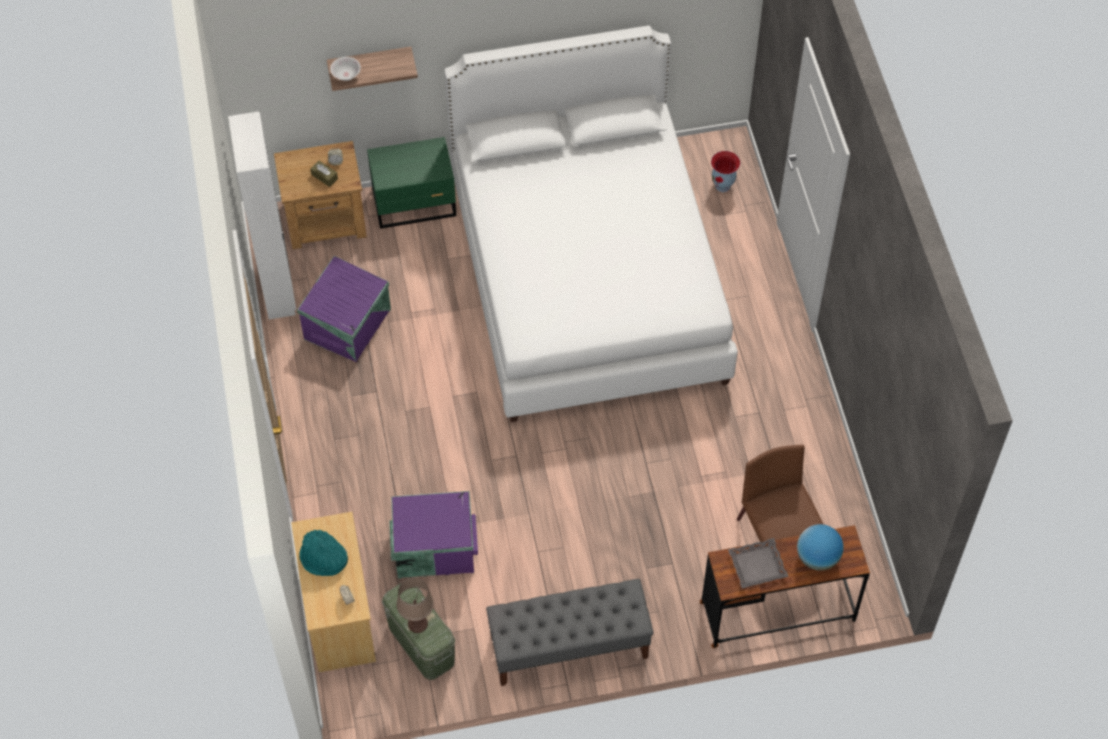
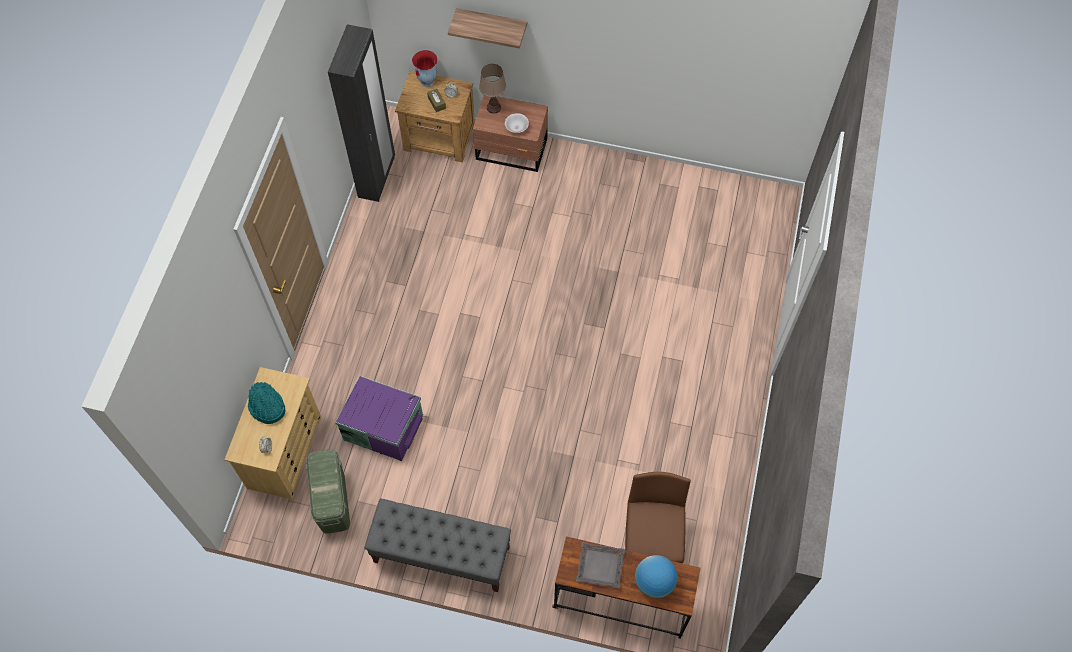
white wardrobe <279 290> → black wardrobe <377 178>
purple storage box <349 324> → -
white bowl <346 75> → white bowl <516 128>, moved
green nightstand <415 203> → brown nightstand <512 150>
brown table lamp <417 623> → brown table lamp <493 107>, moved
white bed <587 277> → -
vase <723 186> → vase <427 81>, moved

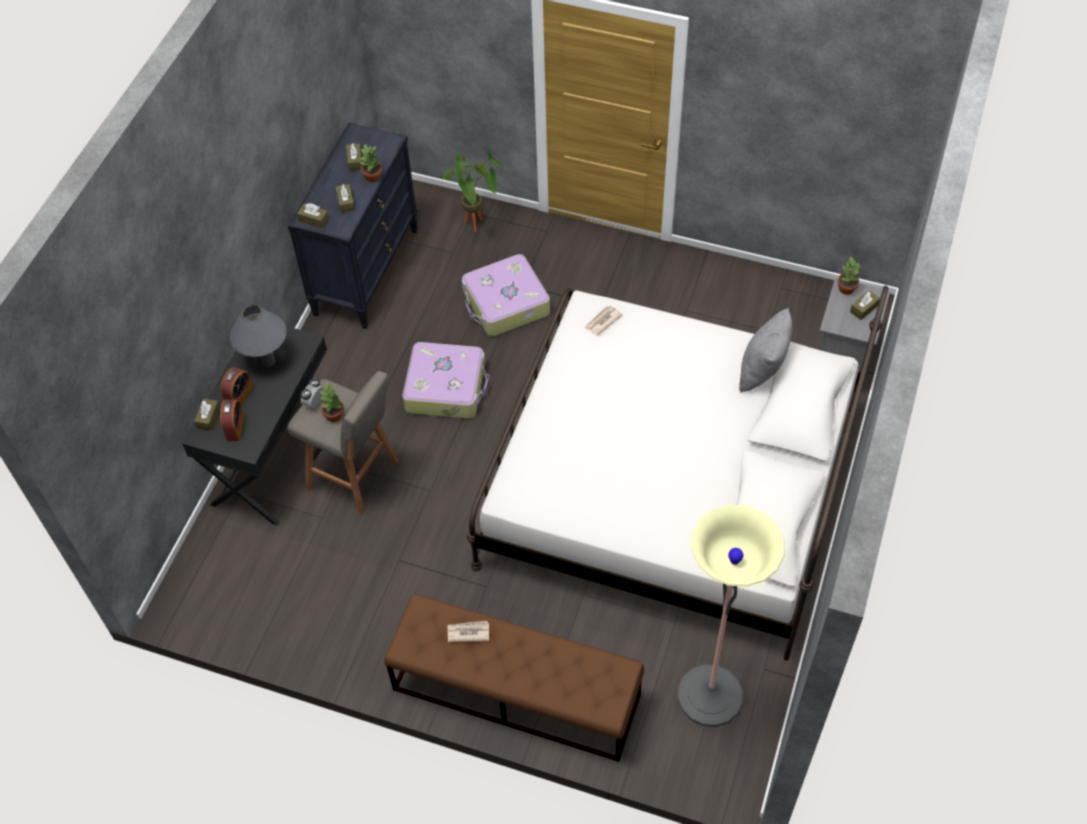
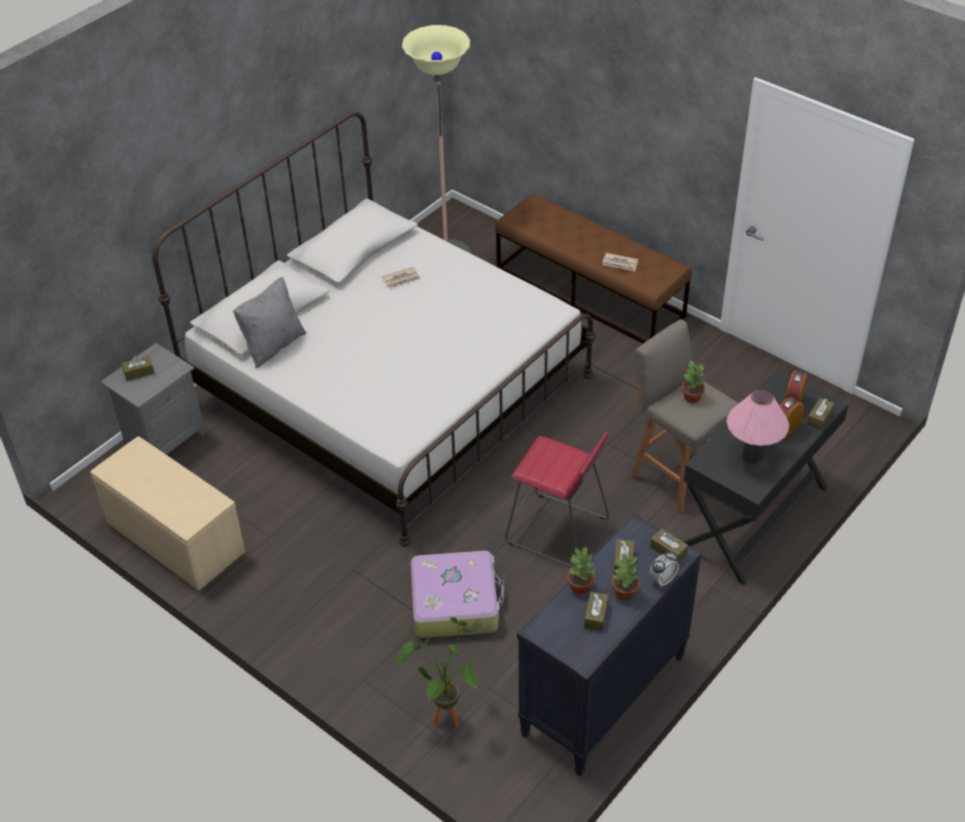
grey table lamp <266 360> → pink table lamp <752 456>
alarm clock <314 403> → alarm clock <662 579>, moved
suitcase <446 387> → red stool <557 531>
newspaper <602 321> → newspaper <401 279>, moved
potted plant <846 288> → potted plant <625 593>, moved
- → beige bench <173 537>

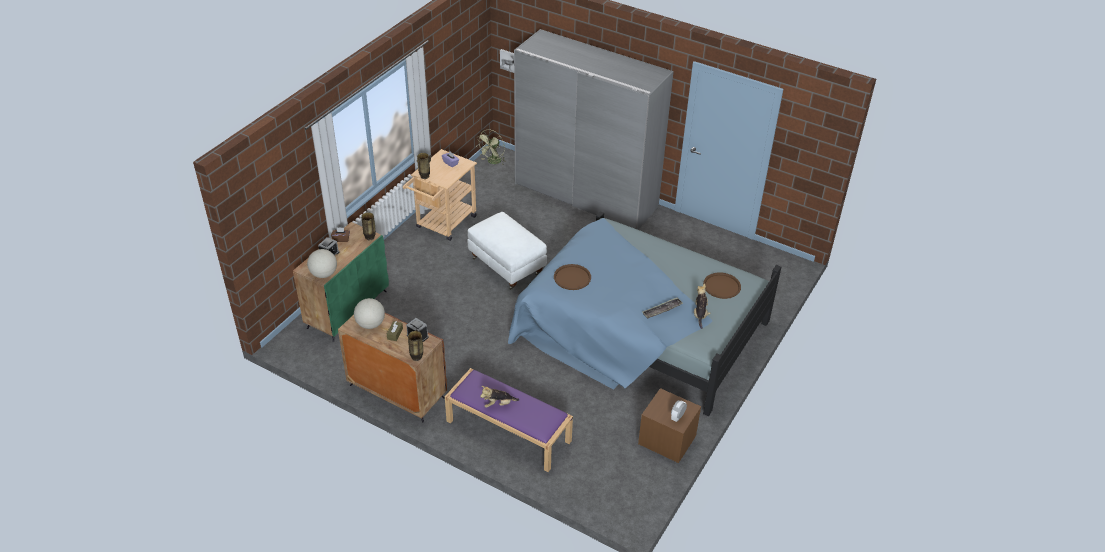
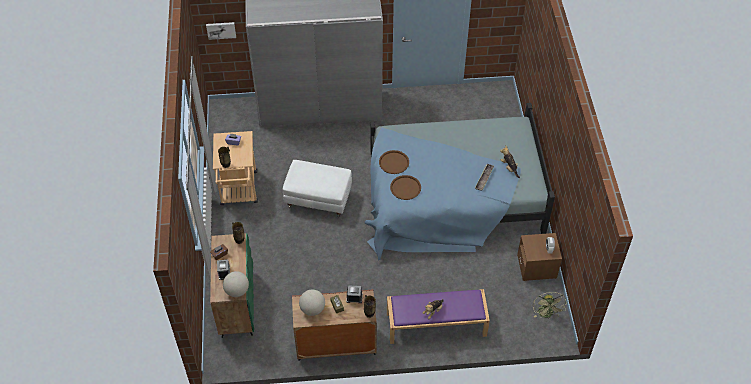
green fan <493 162> → green fan <546 314>, moved
brown tray <721 286> → brown tray <394 162>, moved

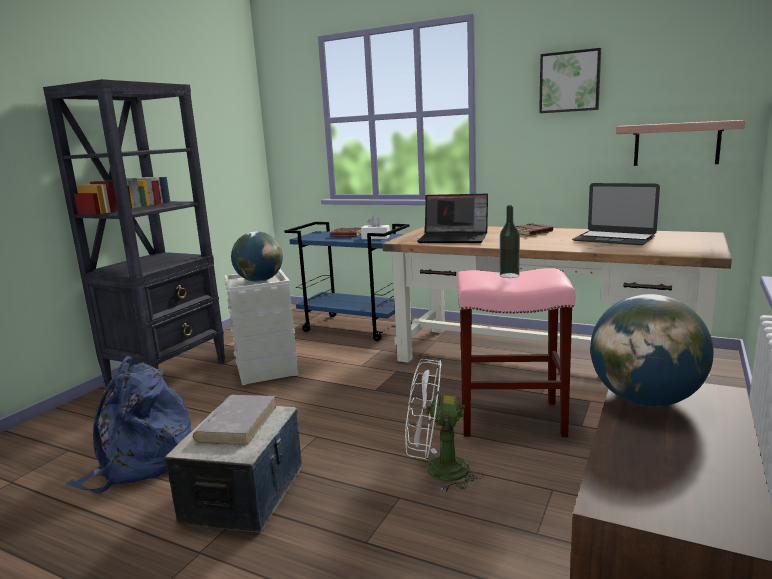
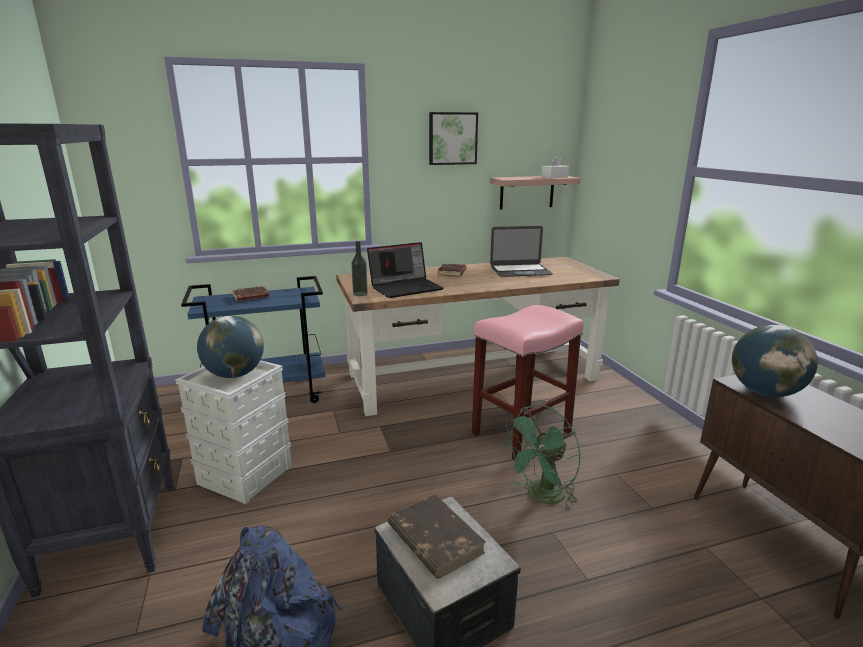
grey book <237 423> → brown book <434 538>
white tissue box <375 237> → white tissue box <554 177>, moved
white fan <437 470> → green fan <541 497>
bottle <509 275> → bottle <360 294>, moved

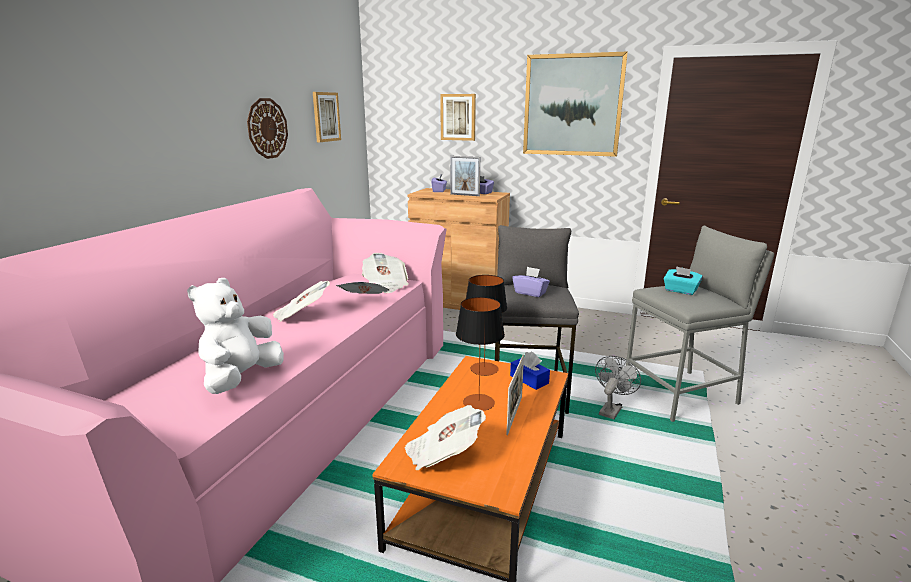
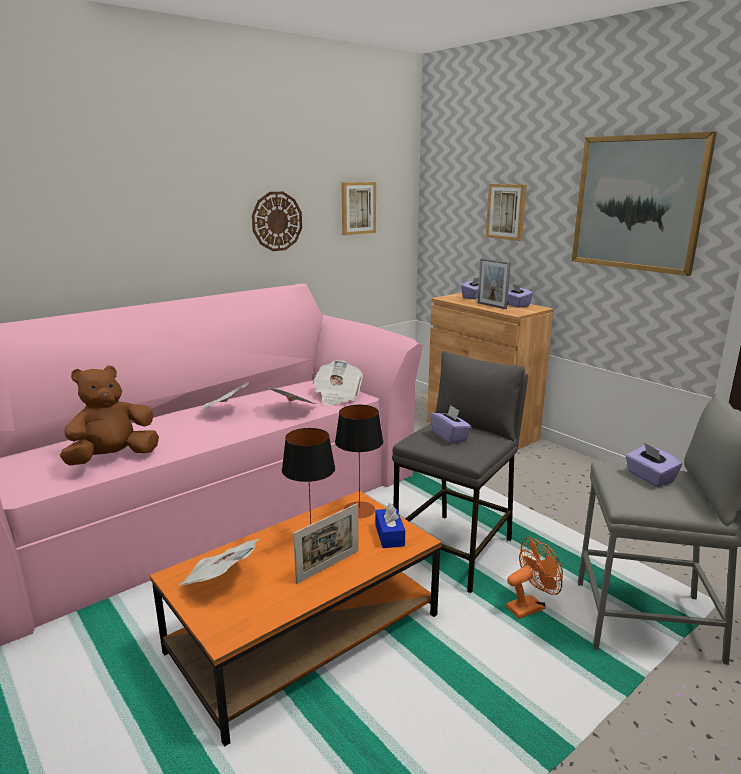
white plush toy <241 379> → brown plush toy <113 458>
grey fan <611 409> → orange fan <530 606>
turquoise tissue box <680 291> → purple tissue box <649 477>

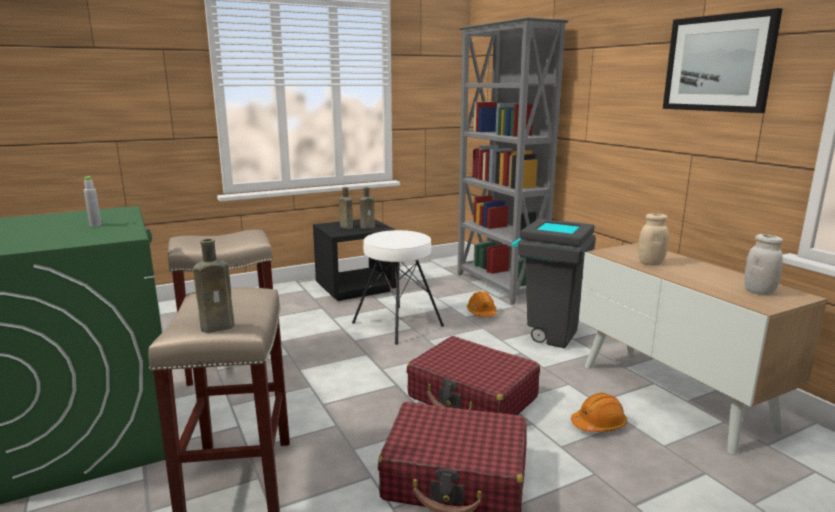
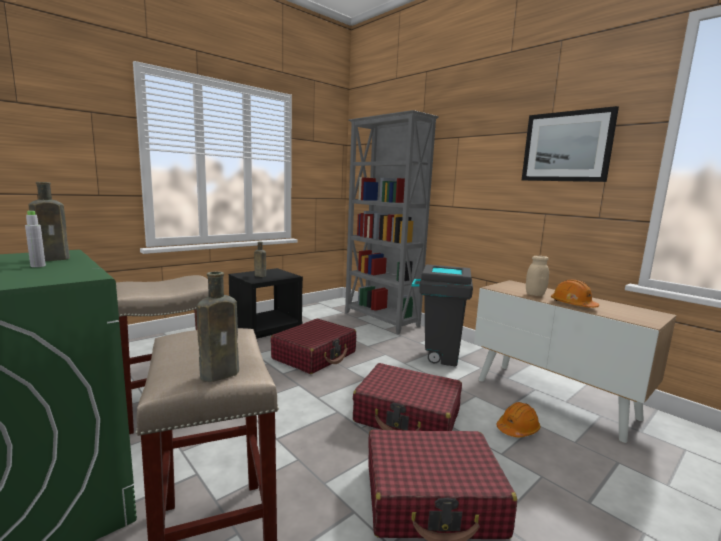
white stool <398 324> → red suitcase <315 355>
brown bottle <368 227> → brown bottle <55 259>, moved
orange hard hat <481 312> → orange hard hat <572 305>, moved
white jar <759 292> → -

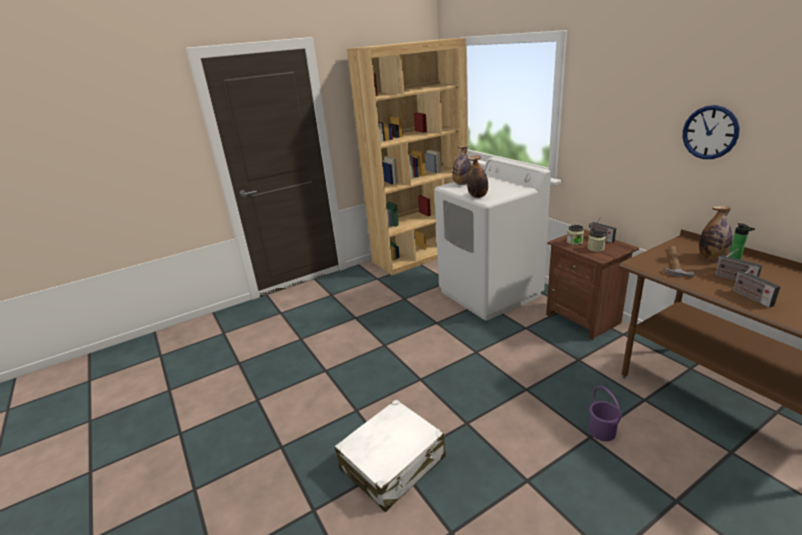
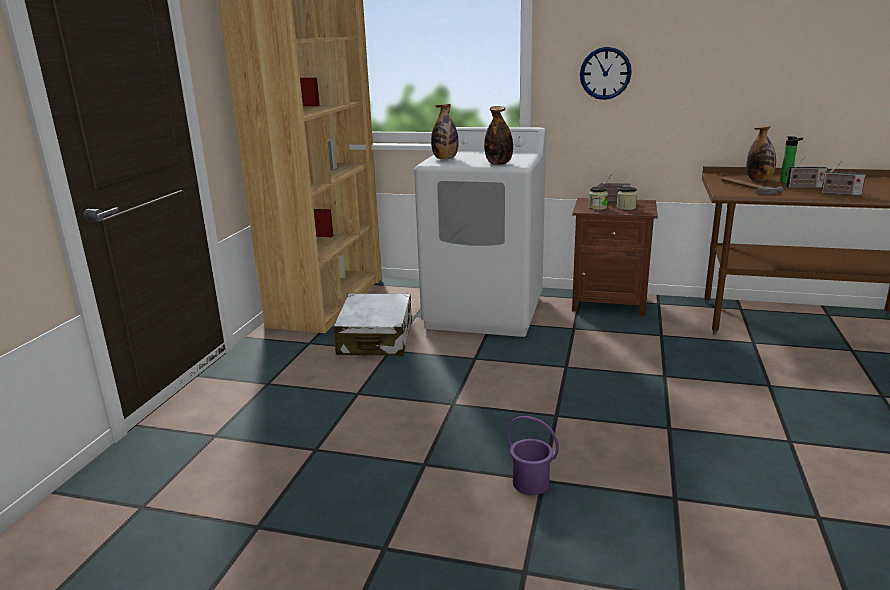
white suitcase <393 463> → white suitcase <376 338>, moved
purple bucket <602 431> → purple bucket <530 483>, moved
wall clock <710 132> → wall clock <605 73>, moved

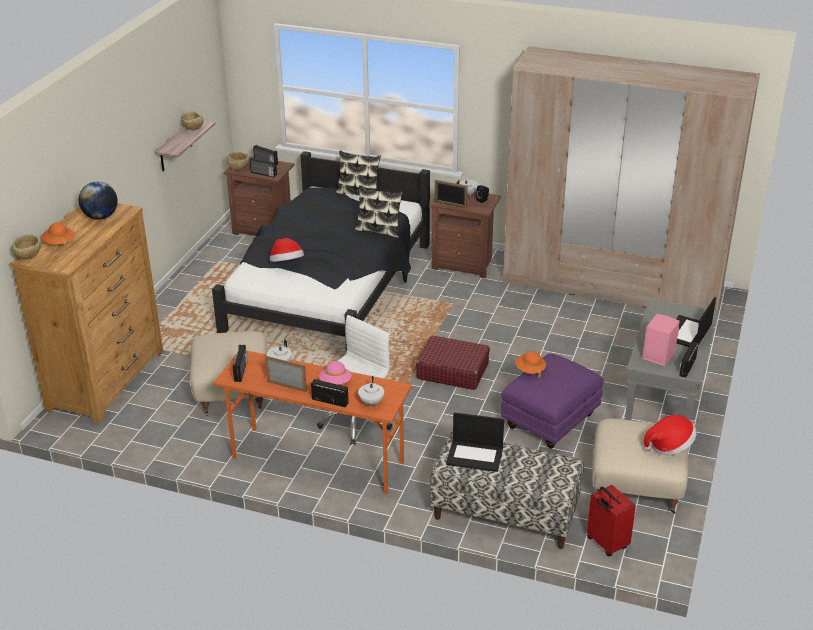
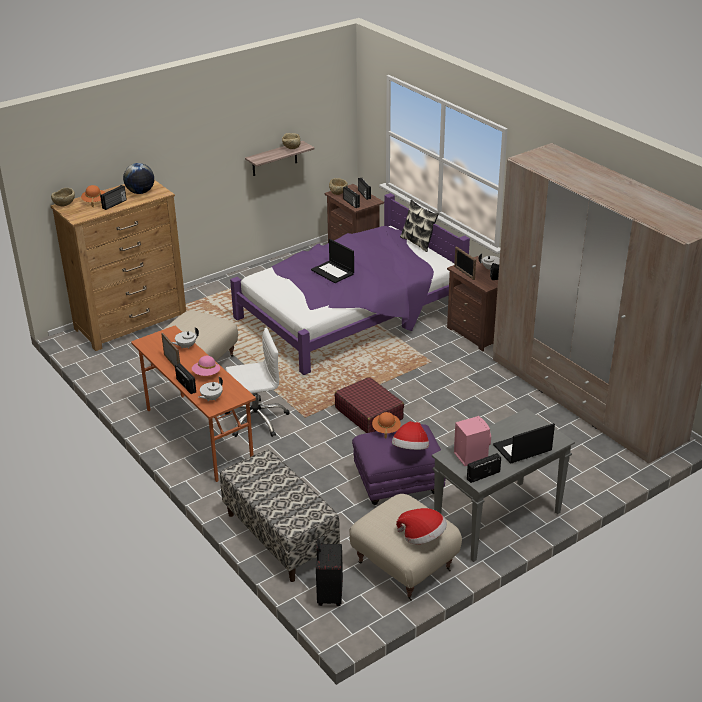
black bed <328 289> → purple bed <349 315>
radio <241 371> → radio <114 204>, moved
hat <287 264> → hat <410 450>, moved
pillow <378 230> → -
laptop <475 455> → laptop <333 272>, moved
red suitcase <606 544> → black suitcase <329 595>

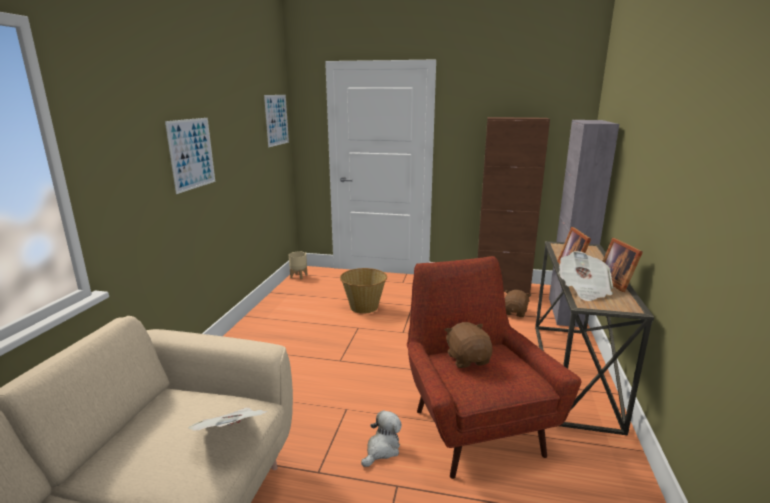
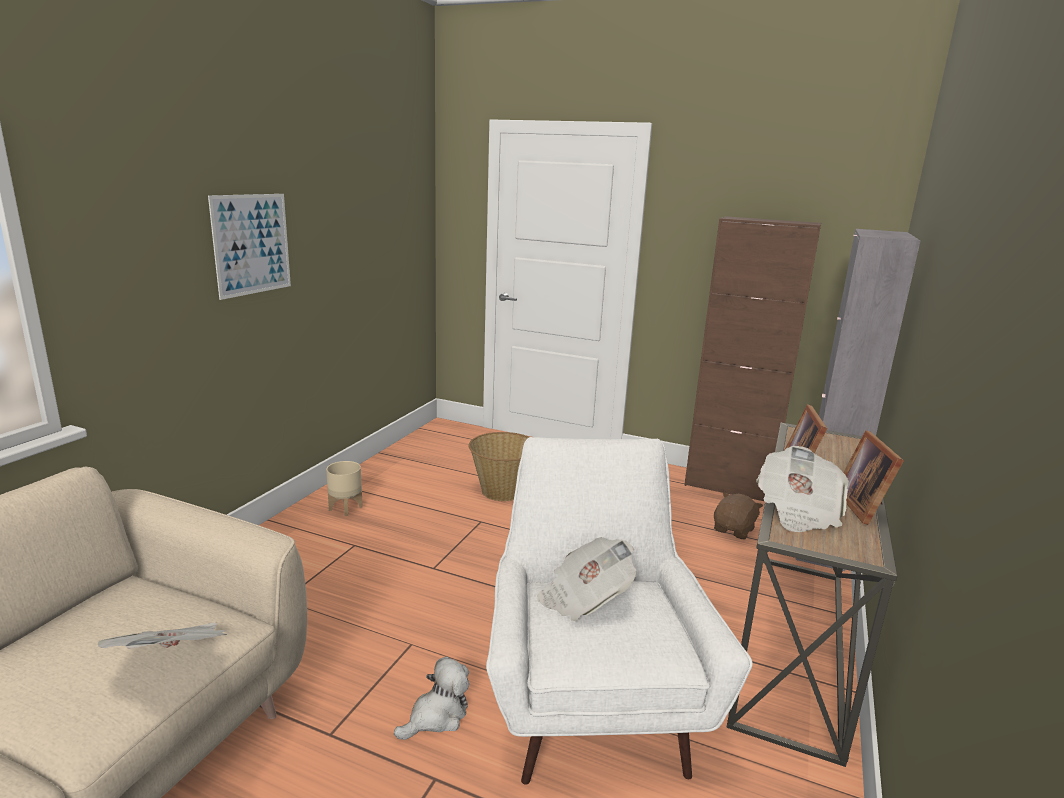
picture <276 120> → -
beige planter <299 276> → beige planter <346 508>, moved
red armchair <473 426> → white armchair <592 704>
brown plush toy <468 359> → newspaper <584 598>

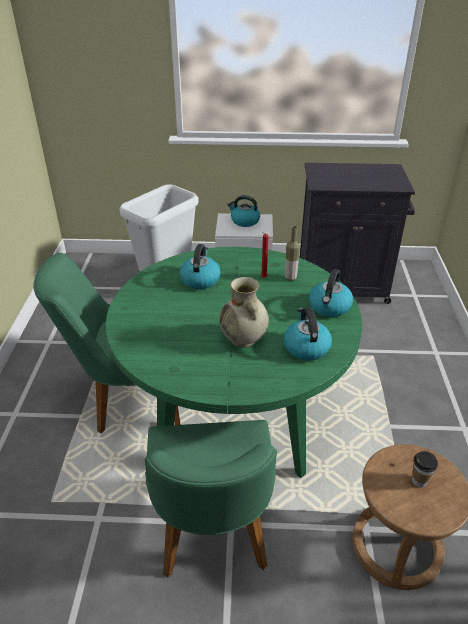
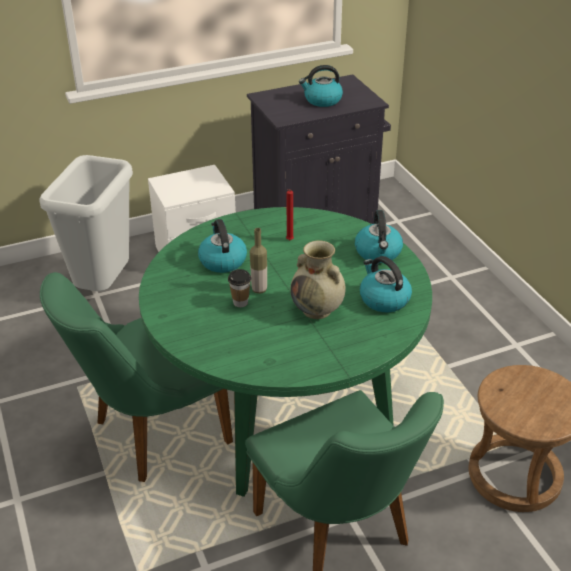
kettle <244 221> → kettle <322 100>, moved
bottle <290 278> → bottle <259 289>, moved
cup <419 481> → cup <240 302>, moved

